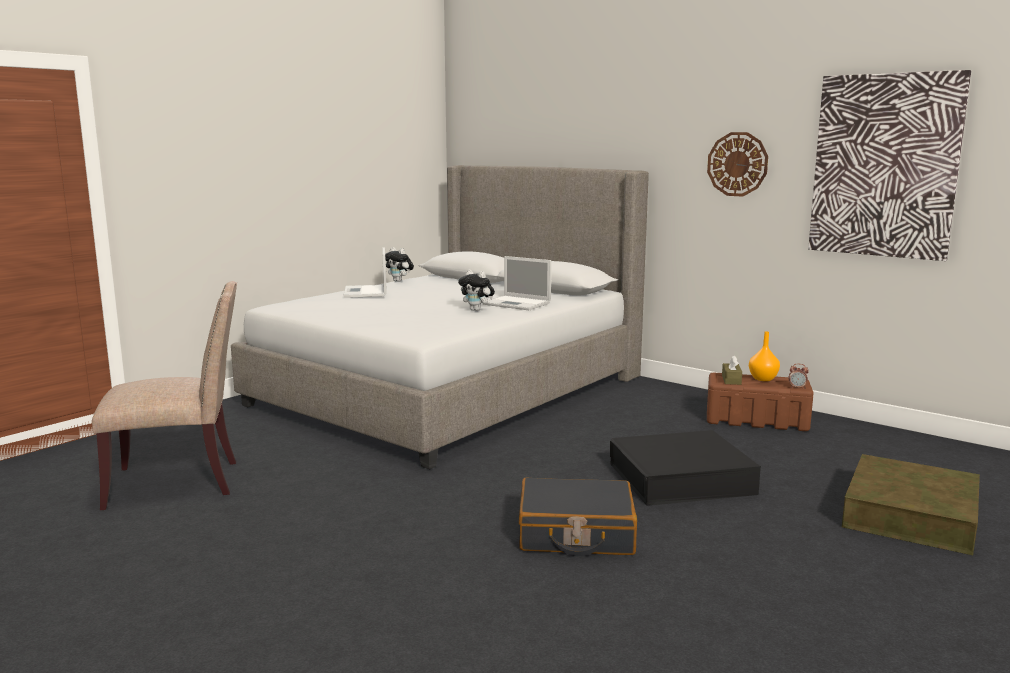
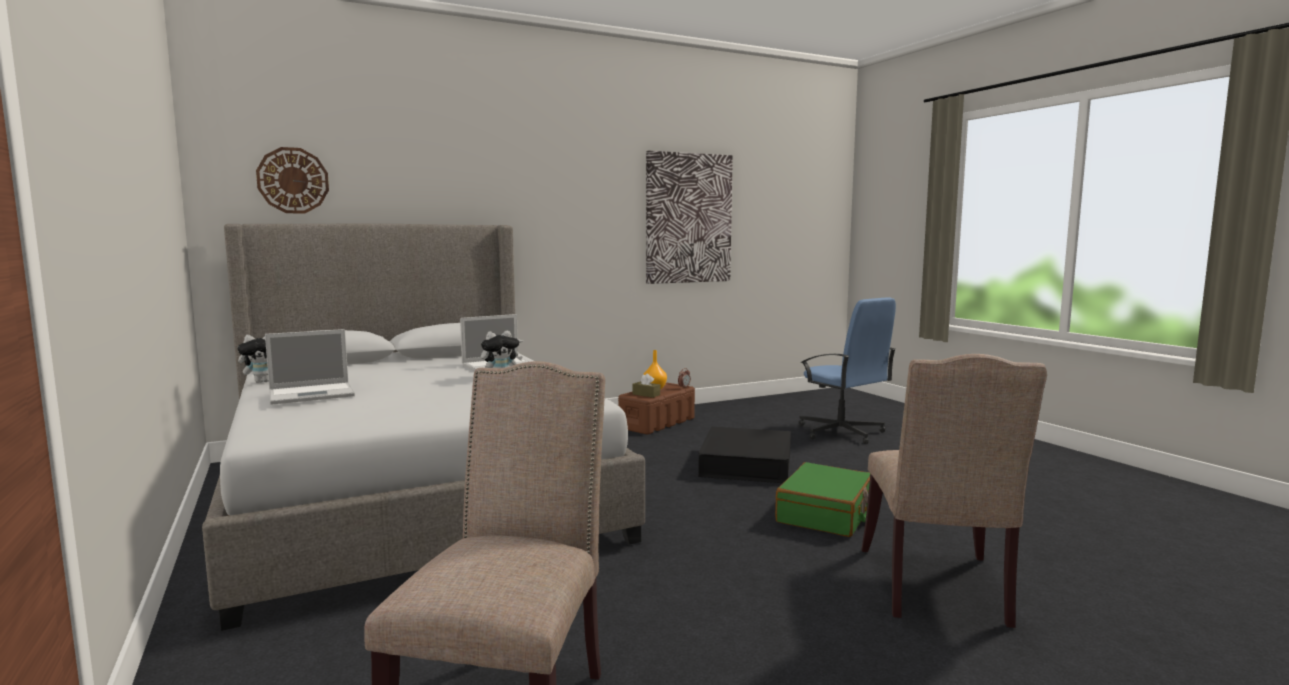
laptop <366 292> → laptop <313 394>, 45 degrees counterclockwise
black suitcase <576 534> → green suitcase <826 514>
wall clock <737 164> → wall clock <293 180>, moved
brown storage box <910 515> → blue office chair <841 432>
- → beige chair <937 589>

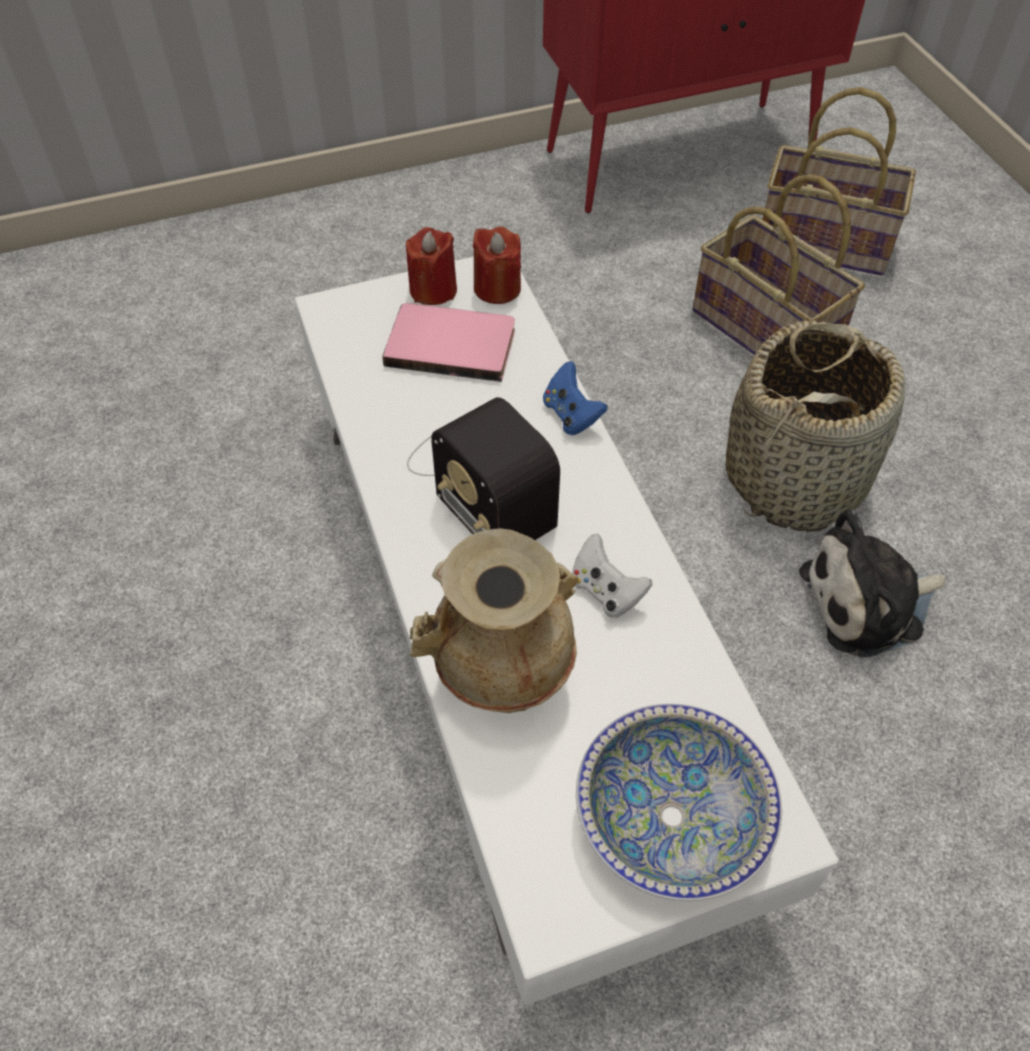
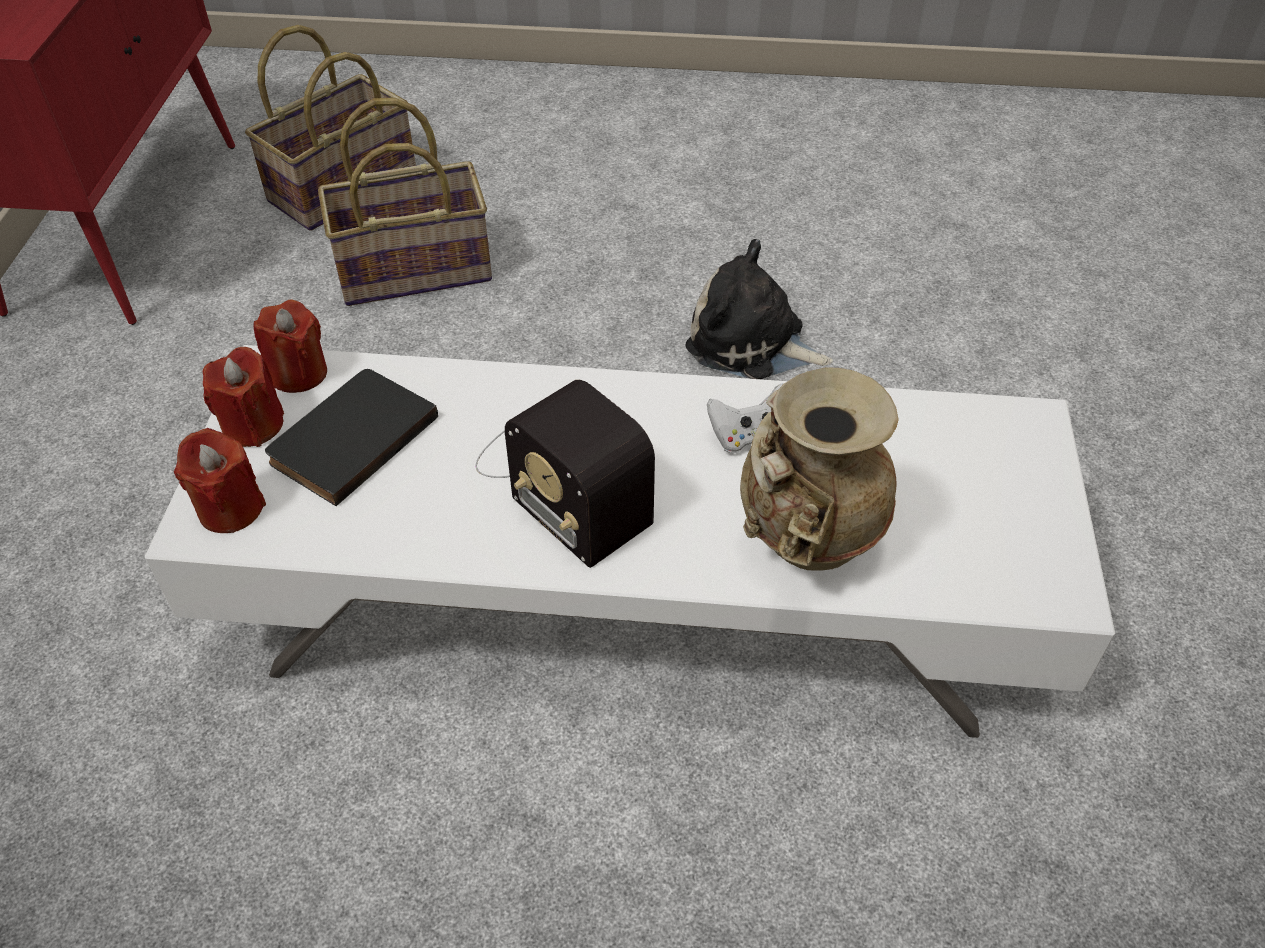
pink book <451 343> → black book <349 437>
radio <480 481> → radio <561 480>, 60 degrees clockwise
blue game controller <571 415> → -
bowl <671 816> → -
basket <795 477> → -
plush toy <868 602> → plush toy <751 343>, 105 degrees clockwise
- → red candle <230 508>

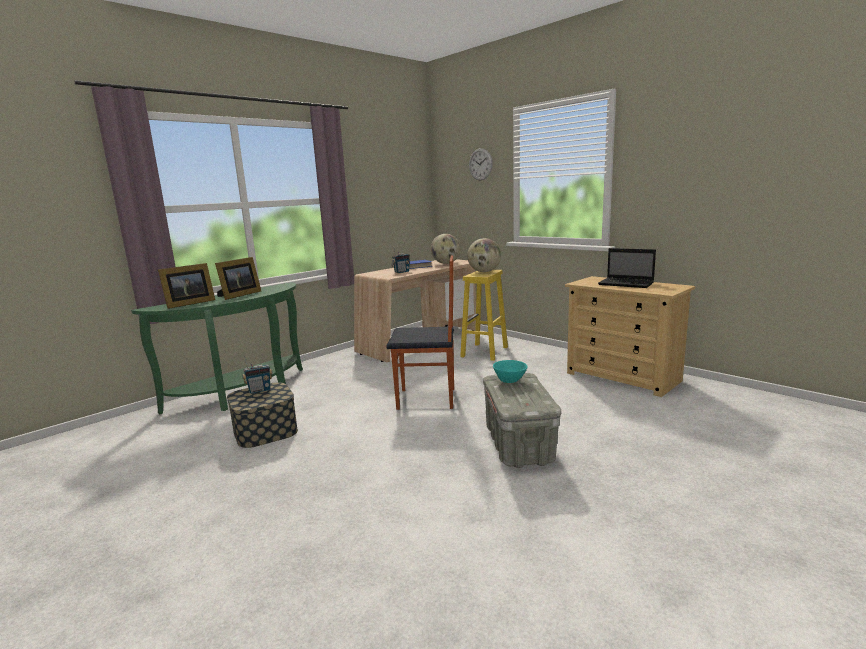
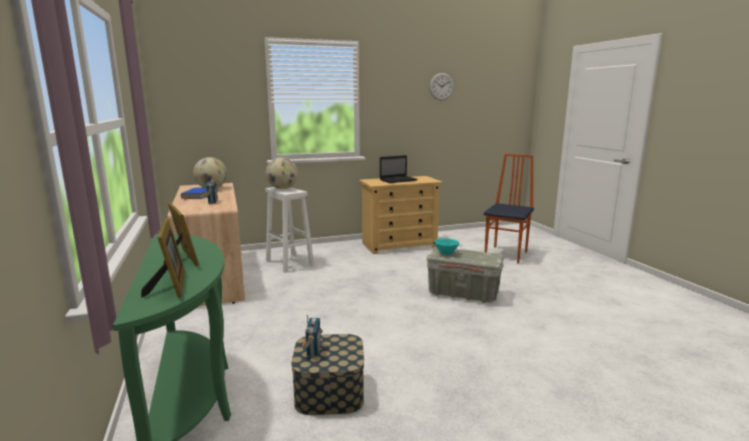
chair <427 399> → chair <507 254>, moved
yellow stool <484 352> → white stool <290 263>
wall clock <480 164> → wall clock <441 86>, moved

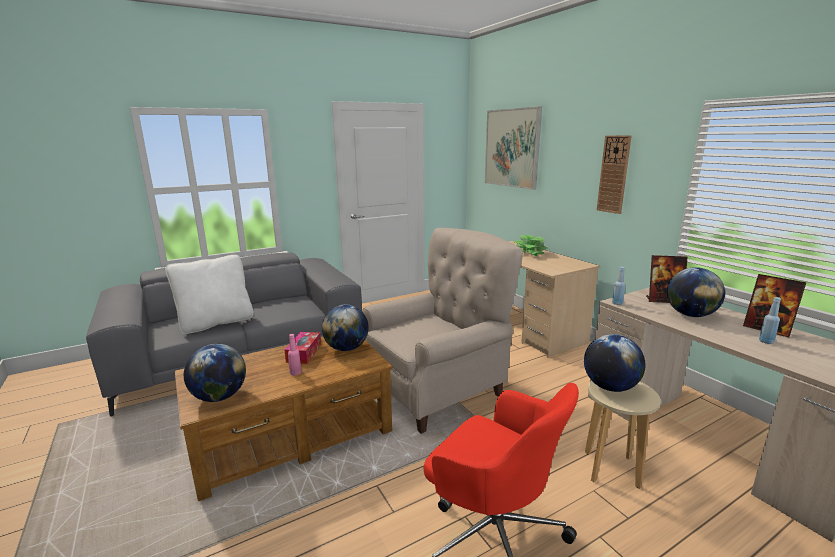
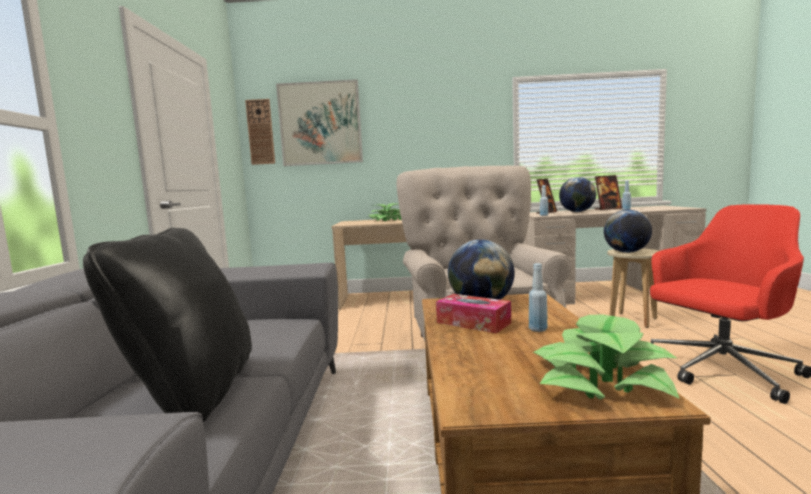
white pillow <216 323> → black pillow <195 393>
globe <219 397> → potted plant <599 379>
pink bottle <295 373> → blue bottle <538 329>
wall clock <613 174> → wall clock <260 132>, moved

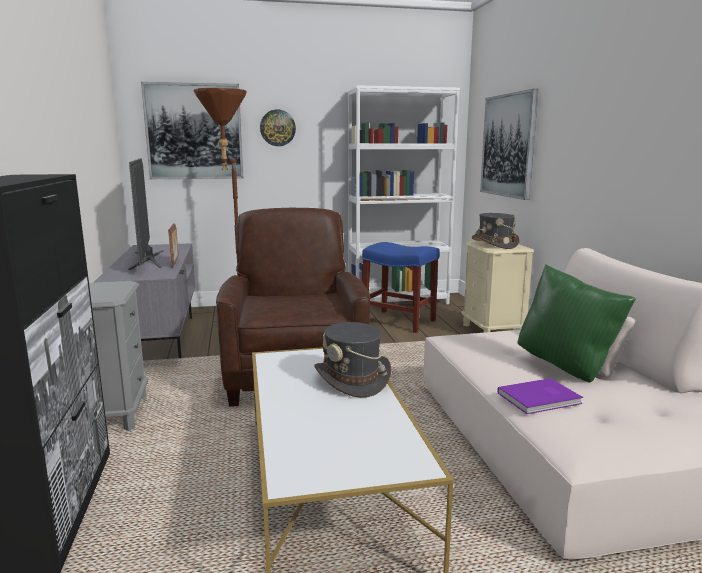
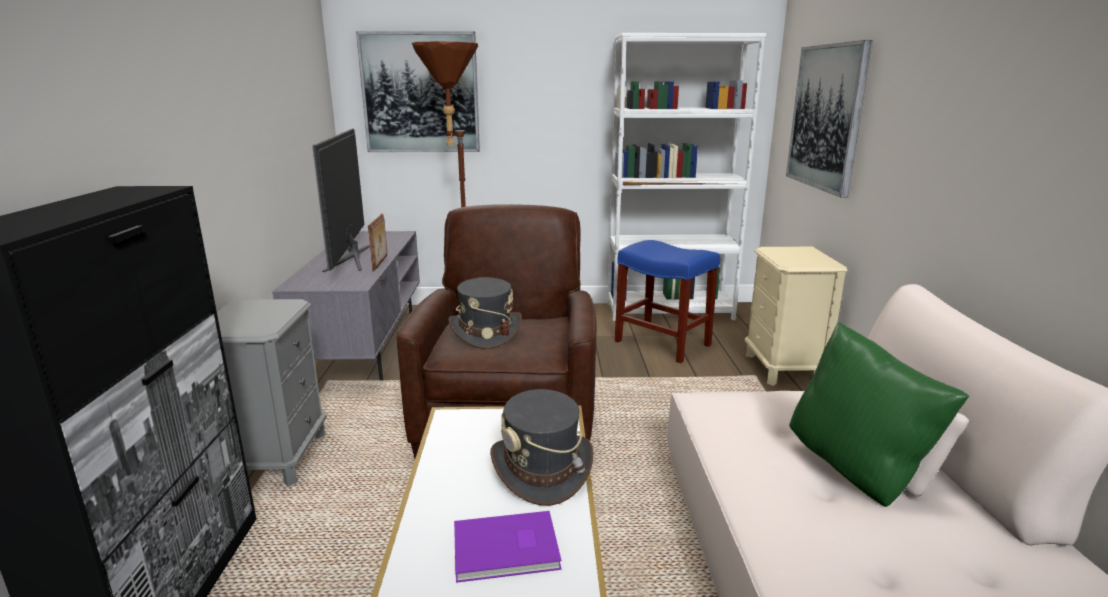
wall clock <277 128> → -
grey hat <494 244> → grey hat <485 332>, moved
purple book <541 399> → purple book <507 550>, moved

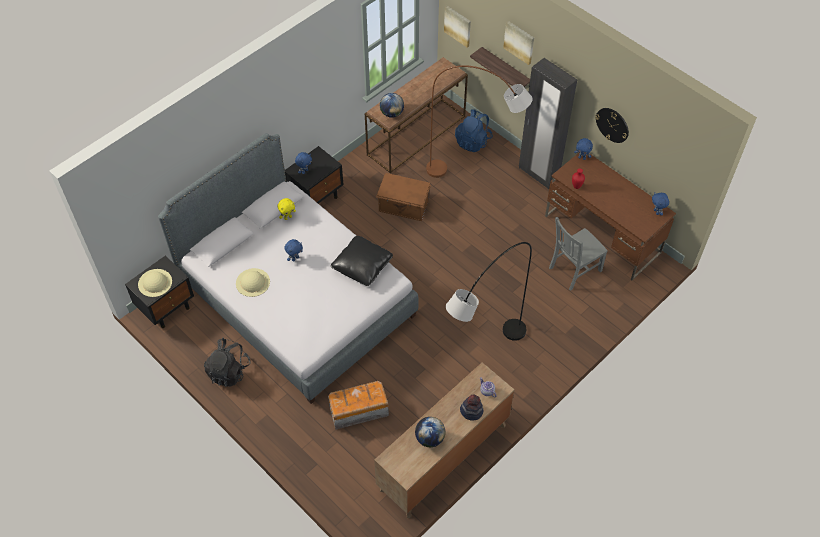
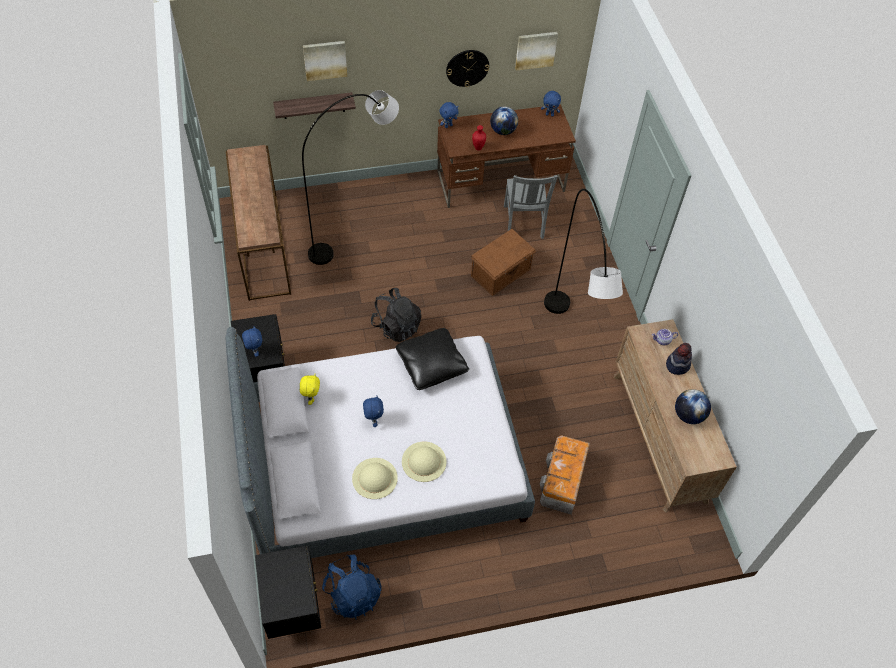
beige hat <155 283> → beige hat <424 461>, moved
black backpack <229 371> → black backpack <396 326>, moved
brown storage box <404 206> → brown storage box <501 273>, moved
globe <392 113> → globe <503 131>, moved
brown floor lamp <475 176> → grey floor lamp <357 230>
picture <458 25> → picture <535 50>, moved
blue backpack <473 141> → blue backpack <353 594>, moved
black wardrobe <538 174> → -

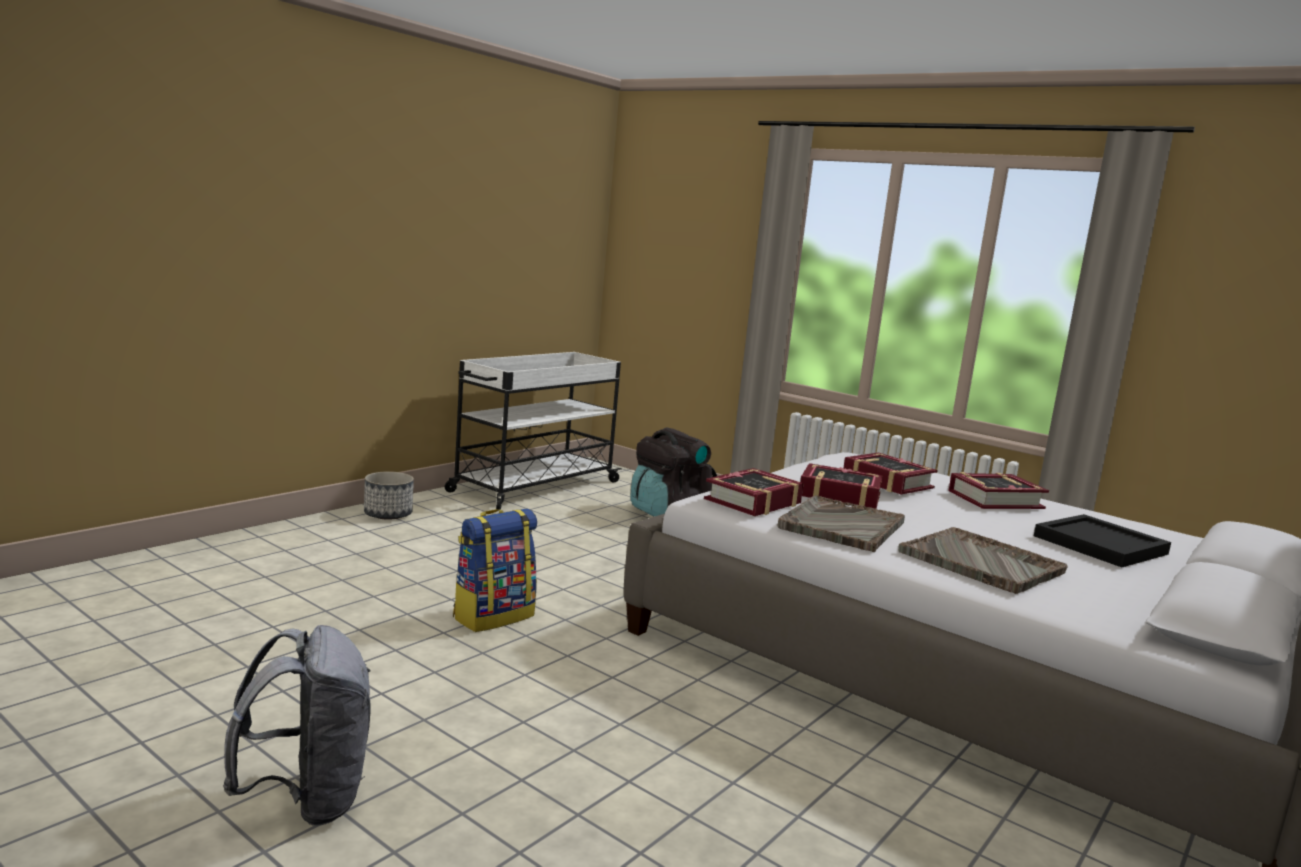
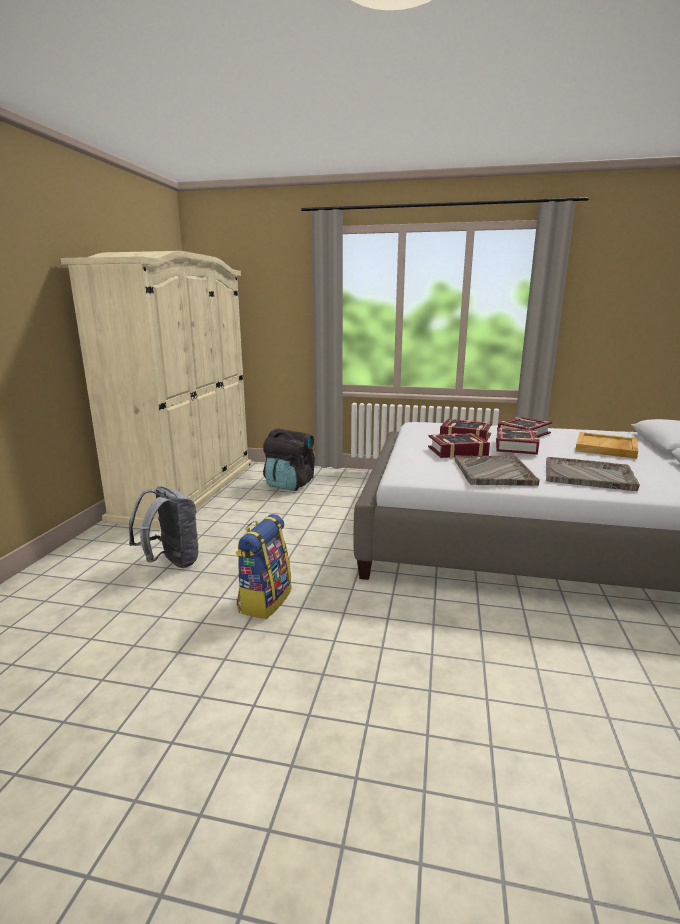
grey backpack <306 800> → grey backpack <171 563>, moved
planter <388 514> → -
white cart <533 487> → beige wardrobe <188 489>
book <753 501> → book <516 446>, moved
black tray <1100 545> → beige tray <606 448>

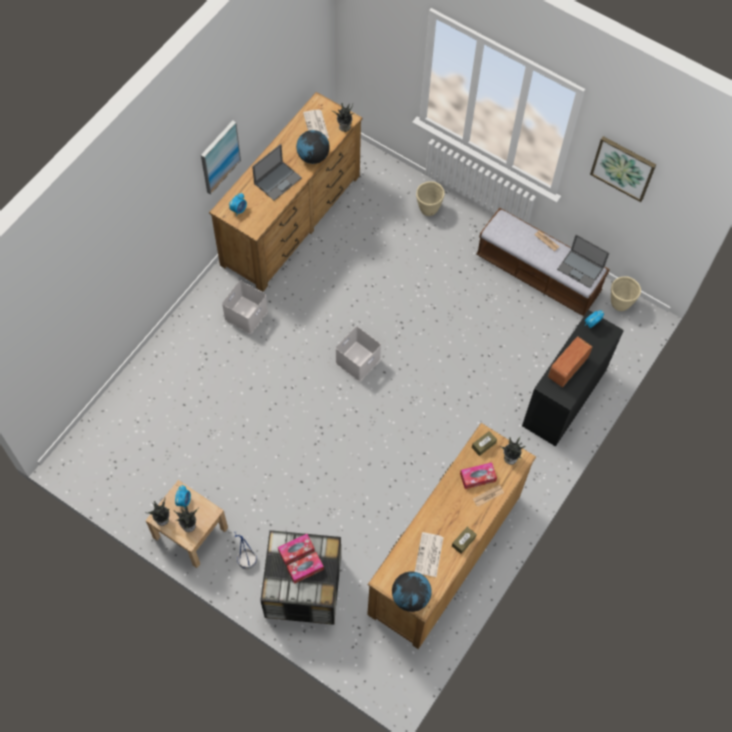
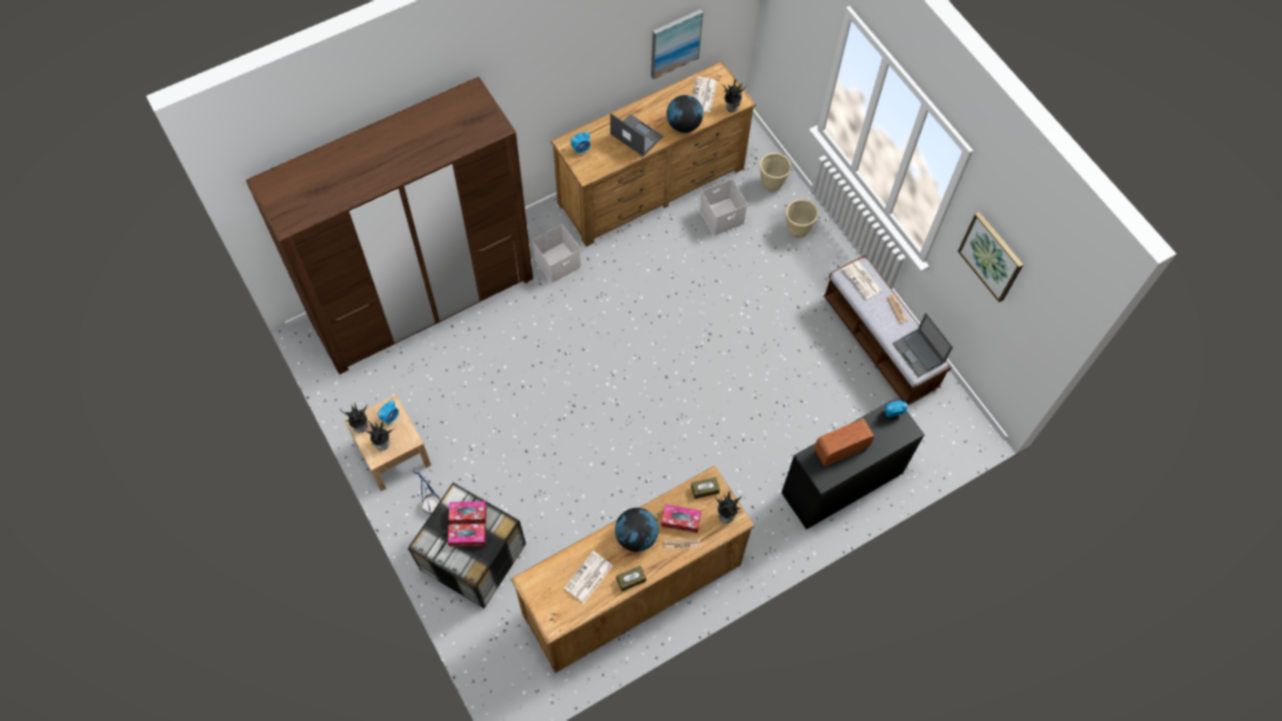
picture <219 157> → picture <675 43>, moved
laptop <278 180> → laptop <636 135>, 120 degrees counterclockwise
white storage box <357 360> → white storage box <722 216>, moved
globe <410 597> → globe <636 536>, moved
beige planter <619 304> → beige planter <771 184>, moved
- → brown wardrobe <423 300>
- → newspaper <862 280>

